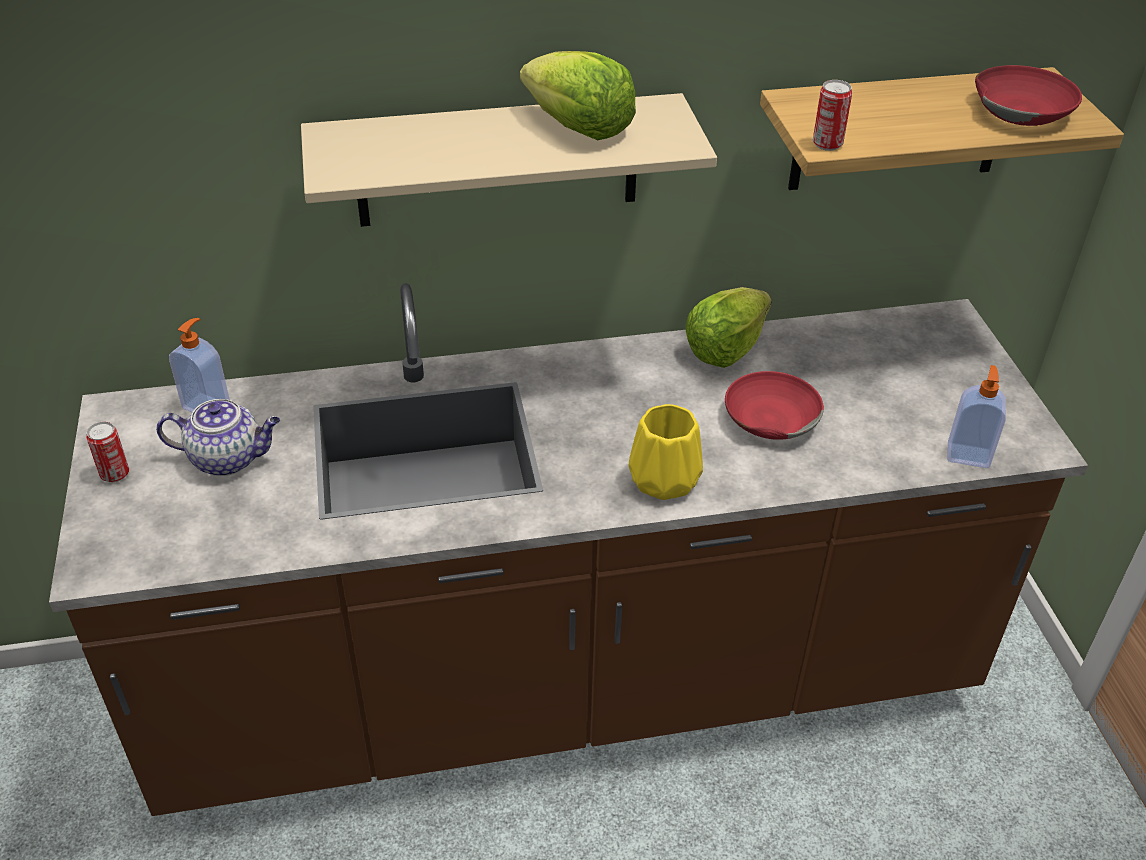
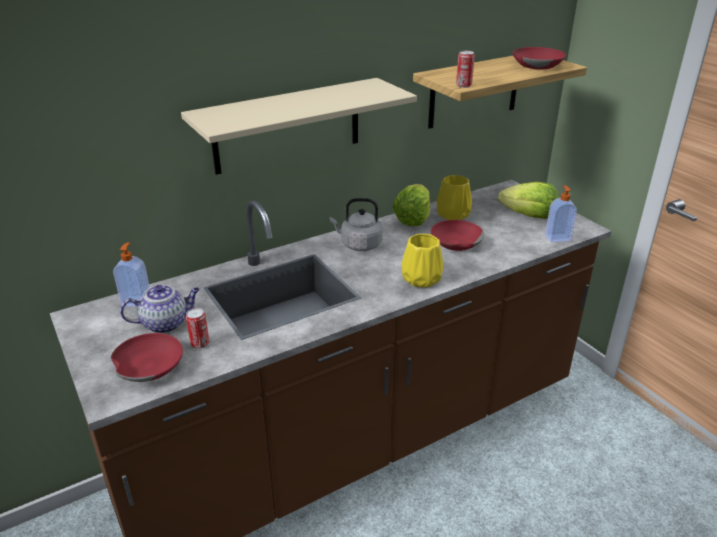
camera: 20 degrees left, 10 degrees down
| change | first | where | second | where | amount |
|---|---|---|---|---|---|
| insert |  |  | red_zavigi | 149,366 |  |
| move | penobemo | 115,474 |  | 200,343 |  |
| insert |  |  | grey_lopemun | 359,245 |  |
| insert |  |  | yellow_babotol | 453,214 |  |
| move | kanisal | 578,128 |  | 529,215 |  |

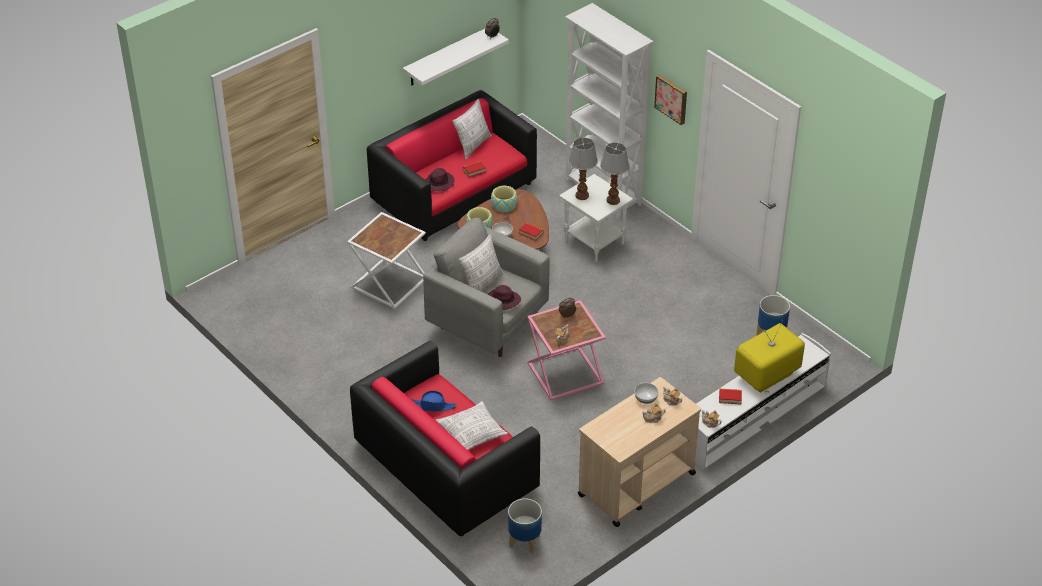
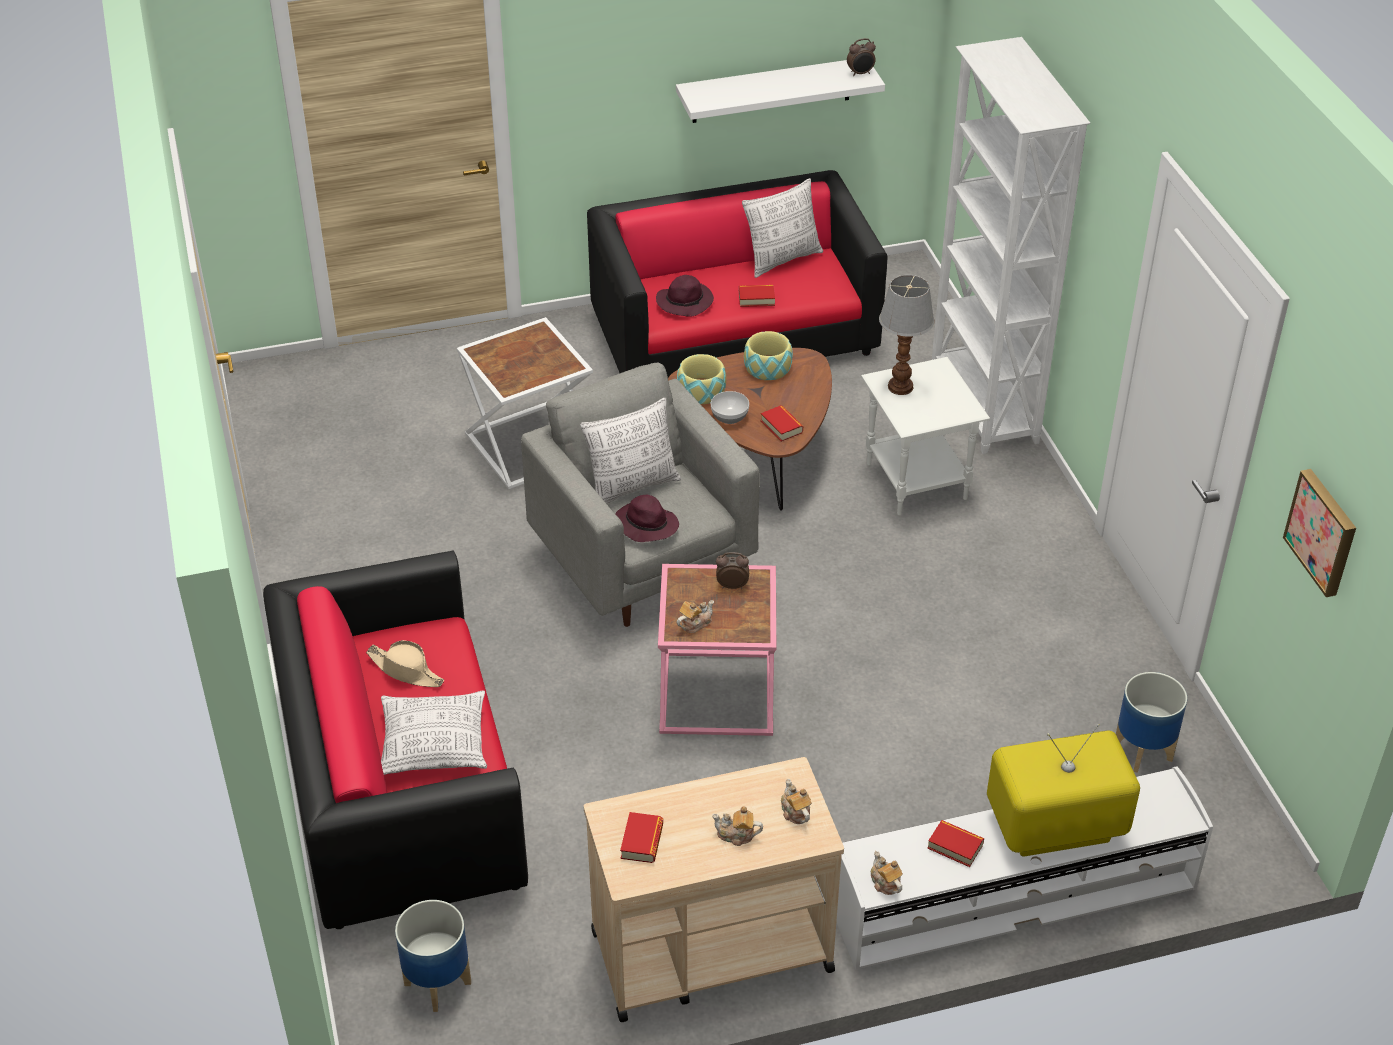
camera: 25 degrees right, 0 degrees up
| change | first | where | second | where | amount |
|---|---|---|---|---|---|
| recolor | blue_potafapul | 433,406 | beige_potafapul | 406,671 |  |
| insert |  |  | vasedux | 642,841 |  |
| move | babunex | 672,98 |  | 1323,531 |  |
| delete | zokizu | 613,201 |  |  |  |
| delete | zavigi | 646,399 |  |  |  |

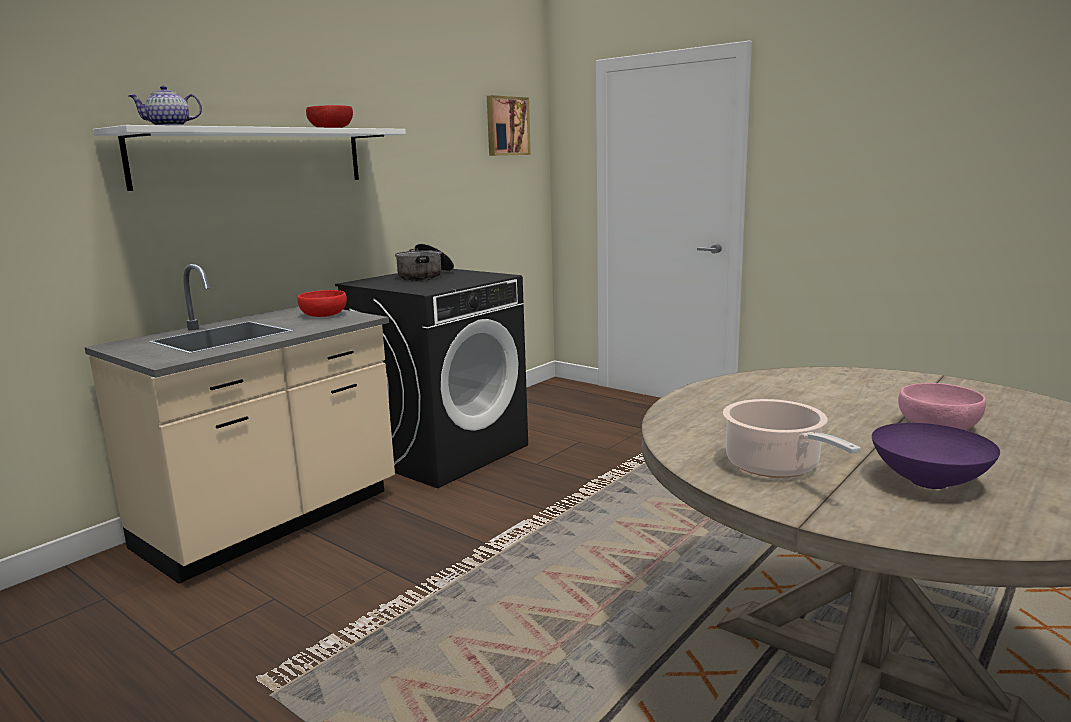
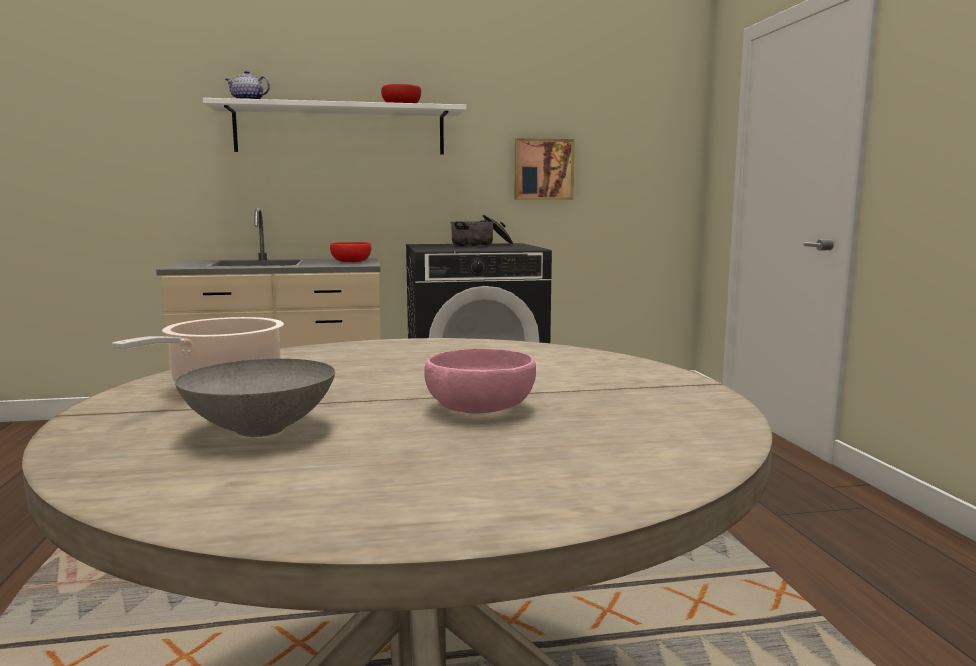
camera: 40 degrees right, 5 degrees down
| change | first | where | second | where | amount |
|---|---|---|---|---|---|
| recolor | purple_zavigi | 931,482 | grey_zavigi | 259,430 |  |
| move | babunex | 506,126 |  | 543,169 |  |

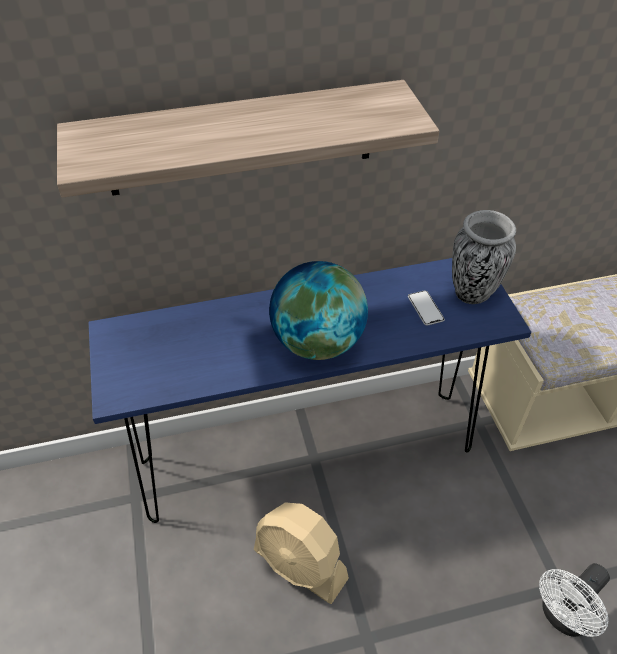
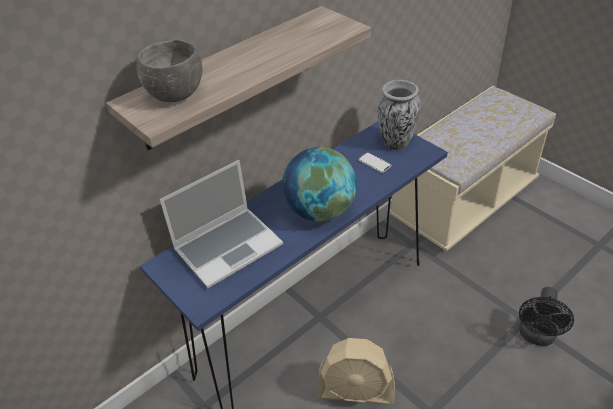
camera: 25 degrees left, 5 degrees down
| change | first | where | second | where | amount |
|---|---|---|---|---|---|
| insert |  |  | grey_zavigi | 175,95 |  |
| insert |  |  | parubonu | 228,246 |  |
| recolor | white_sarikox | 562,616 | black_sarikox | 537,336 |  |

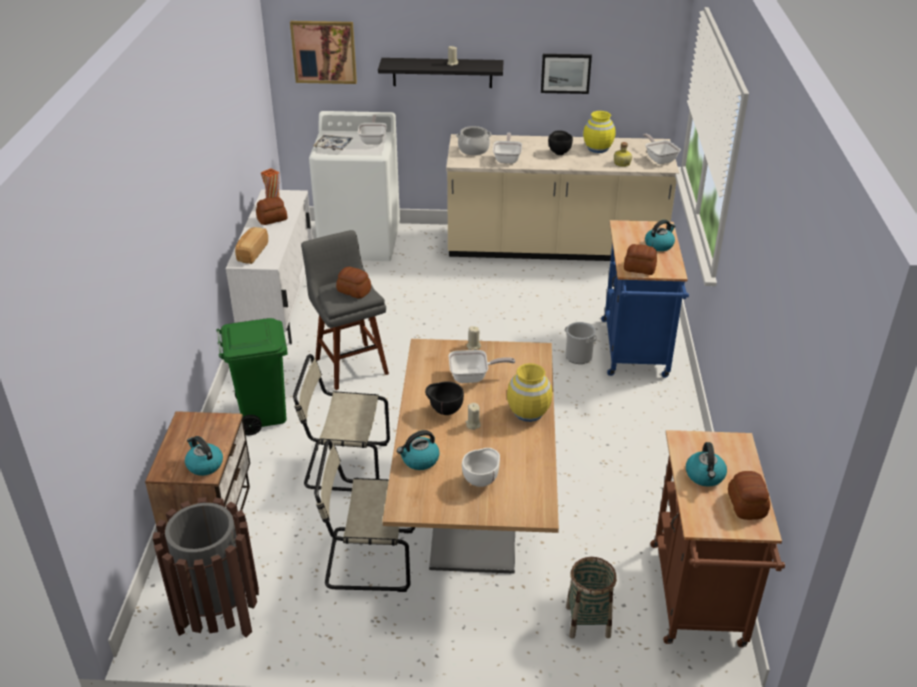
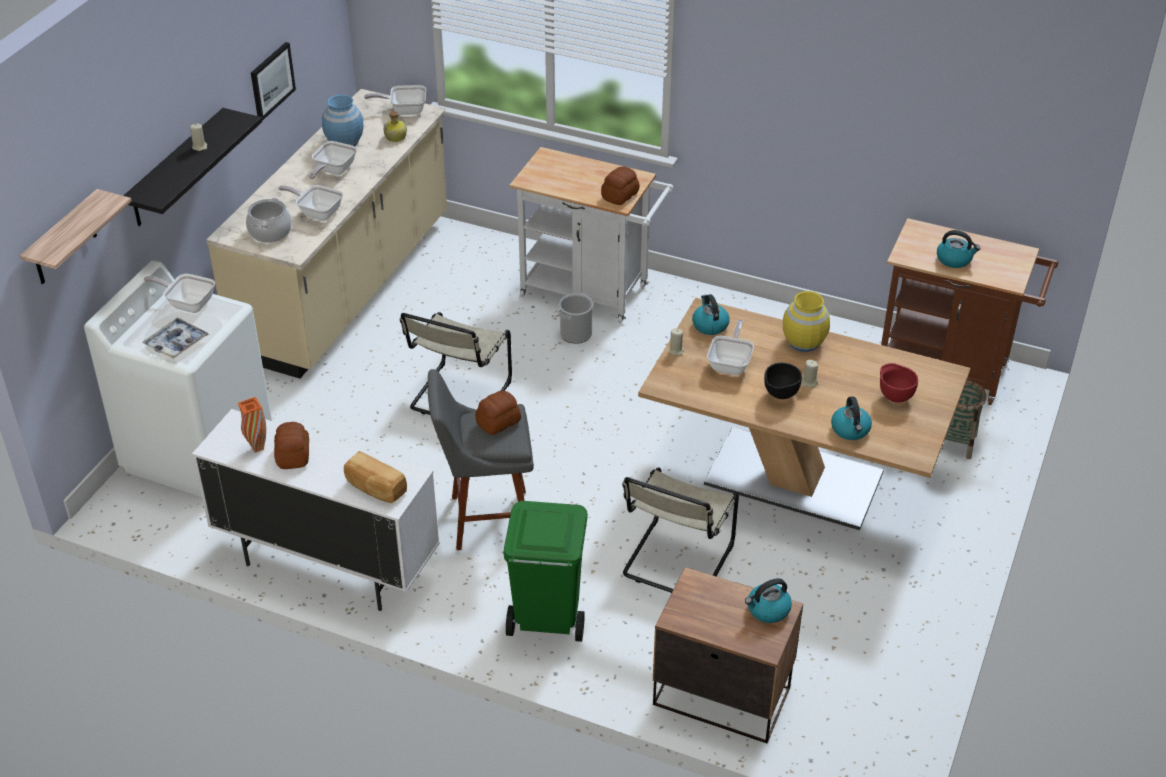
camera: 70 degrees left, 5 degrees up
| change | first | where | second | where | amount |
|---|---|---|---|---|---|
| replace | babunex | 324,52 | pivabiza | 64,240 |  |
| replace | black_zavigi | 559,153 | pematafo | 333,171 |  |
| recolor | yellow_babotol | 598,148 | blue_babotol | 344,141 |  |
| move | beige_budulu | 367,559 |  | 459,397 |  |
| recolor | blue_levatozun | 635,352 | white_levatozun | 591,293 |  |
| move | lopemun | 659,245 |  | 709,325 |  |
| recolor | white_zavigi | 481,481 | red_zavigi | 894,397 |  |
| delete | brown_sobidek | 218,614 |  |  |  |
| delete | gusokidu | 747,504 |  |  |  |

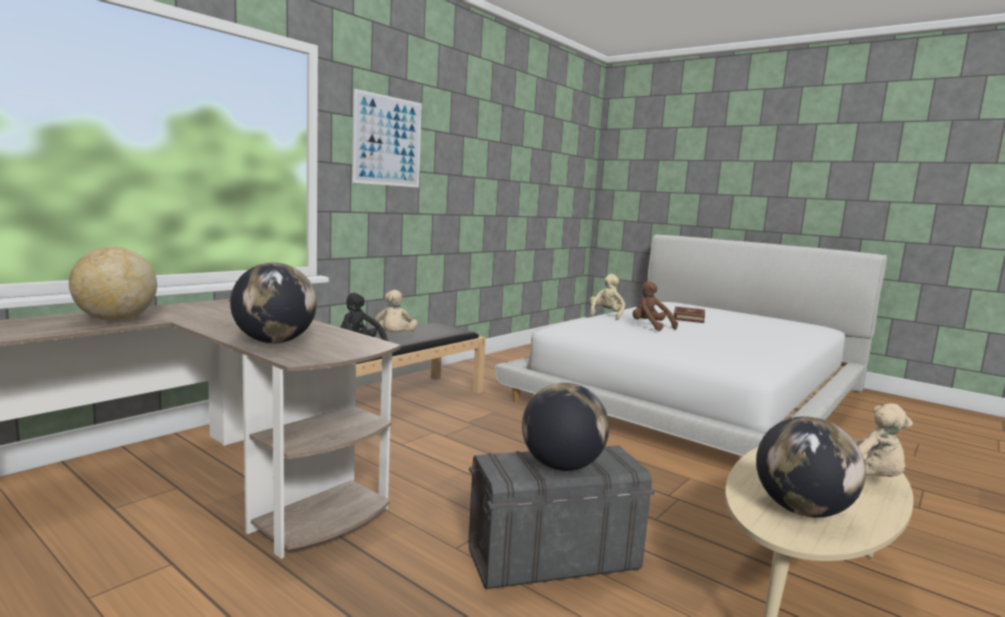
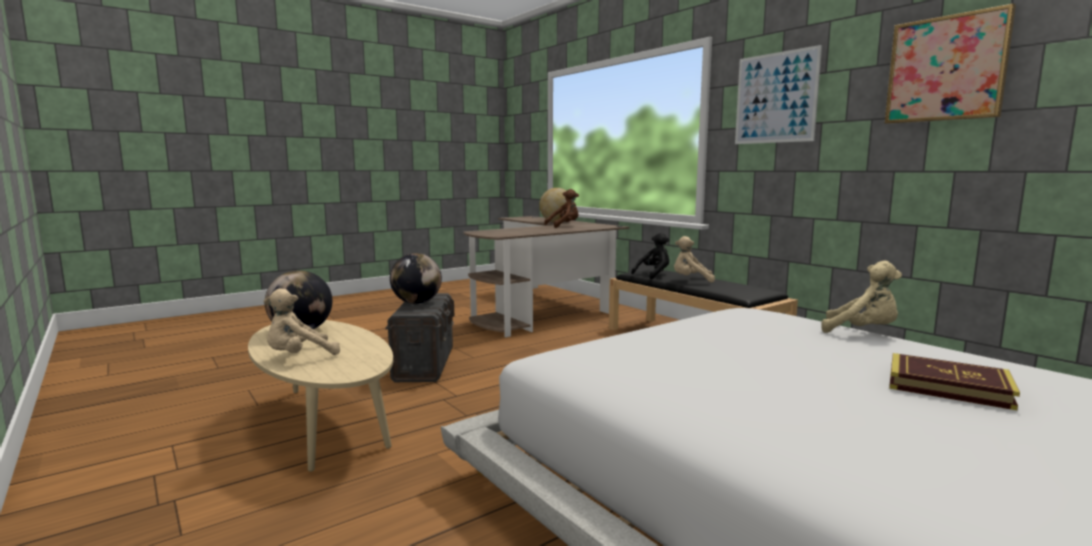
camera: 105 degrees right, 0 degrees up
| change | first | where | second | where | amount |
|---|---|---|---|---|---|
| move | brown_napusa | 650,327 |  | 564,226 |  |
| insert |  |  | babunex | 946,69 |  |
| delete | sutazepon | 275,342 |  |  |  |

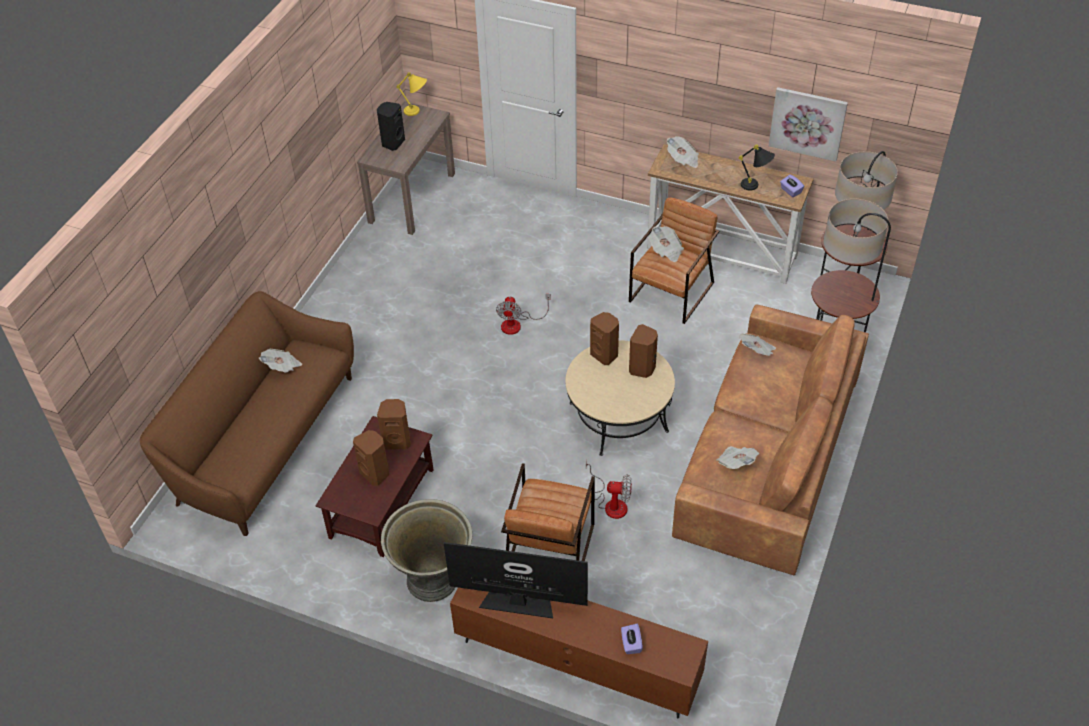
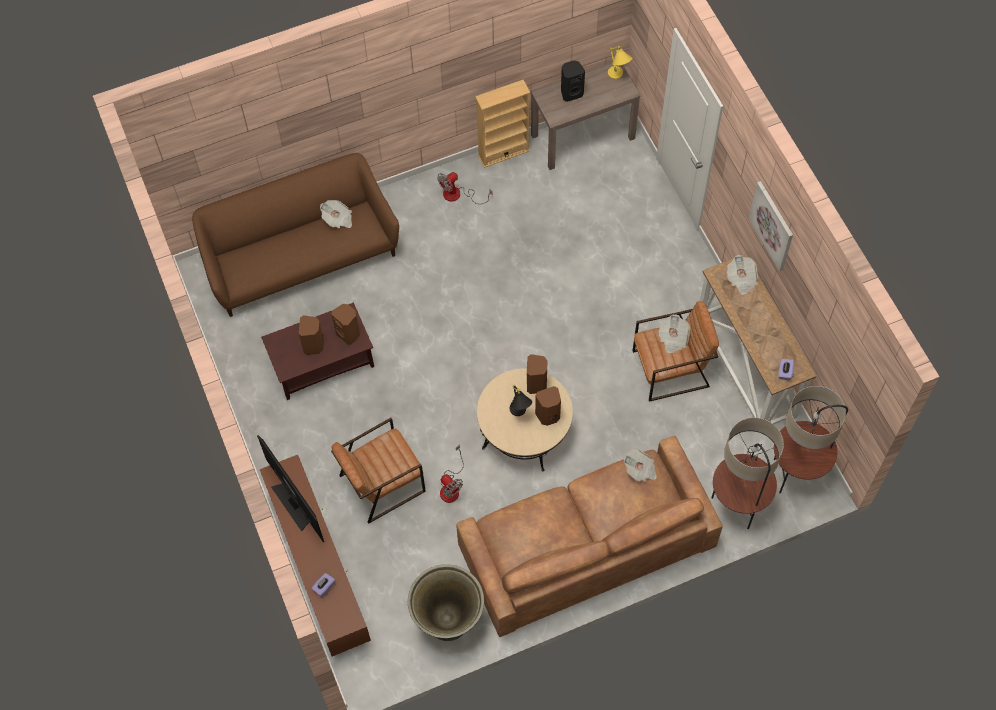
camera: 45 degrees right, 15 degrees up
| change | first | where | second | where | amount |
|---|---|---|---|---|---|
| move | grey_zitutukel | 433,580 |  | 448,621 |  |
| move | sarikox | 517,324 |  | 458,195 |  |
| insert |  |  | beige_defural | 503,153 |  |
| move | black_zokizu | 755,186 |  | 519,414 |  |
| move | babunex | 807,123 |  | 772,225 |  |
| delete | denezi | 736,463 |  |  |  |

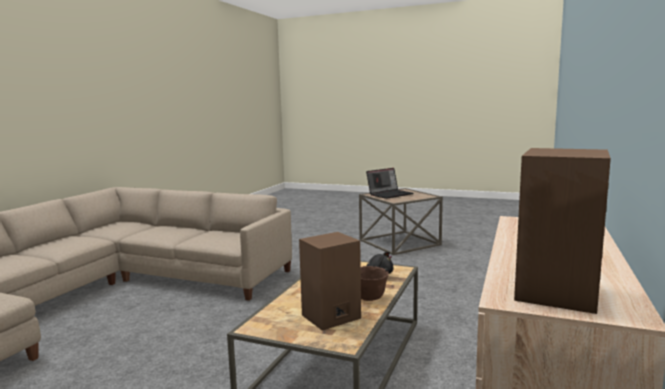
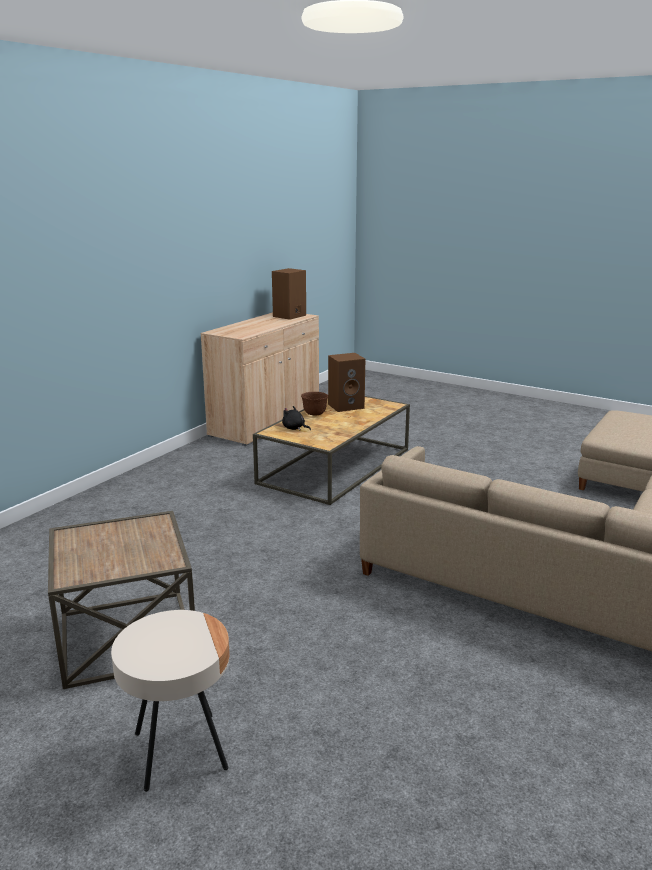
camera: 170 degrees left, 10 degrees up
| change | first | where | second | where | amount |
|---|---|---|---|---|---|
| insert |  |  | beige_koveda | 180,751 |  |
| delete | parubonu | 390,194 |  |  |  |

